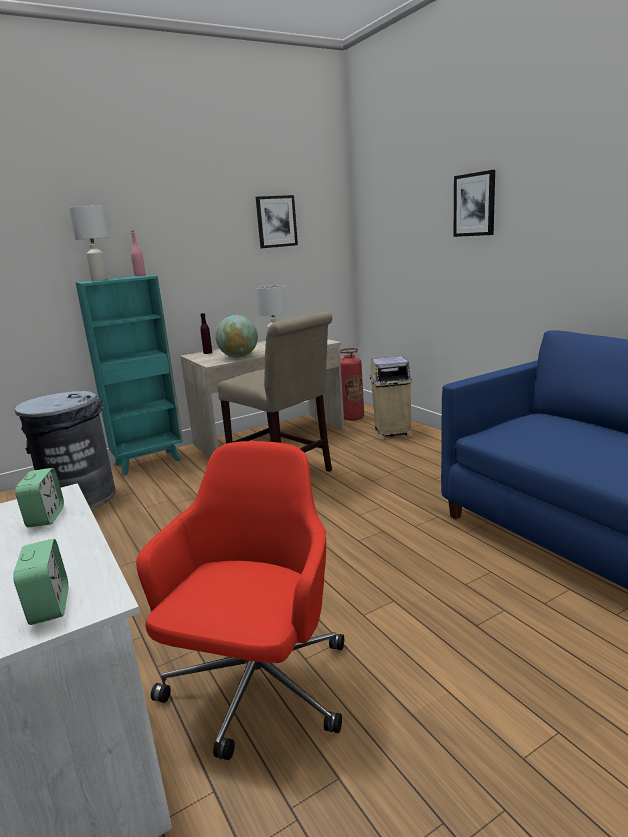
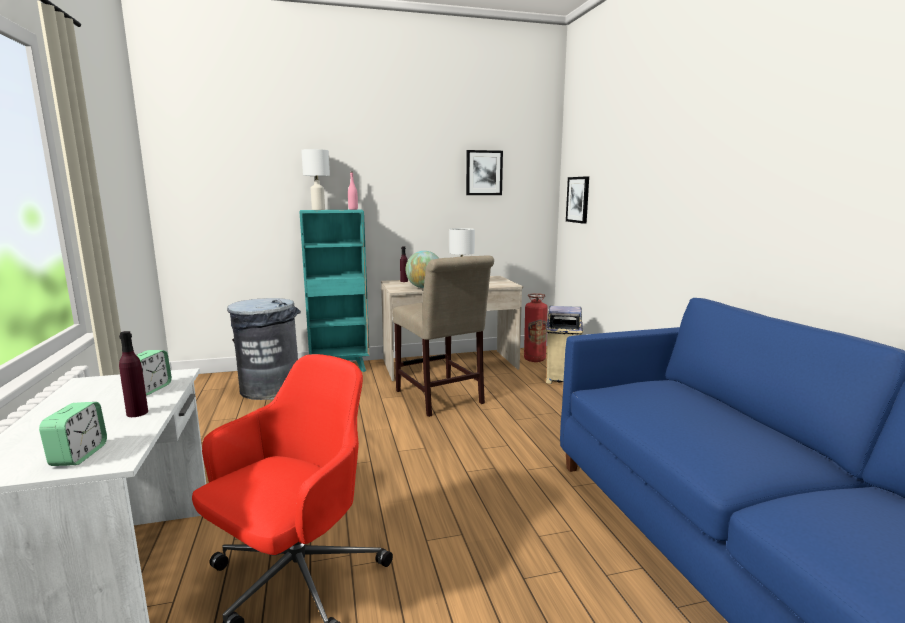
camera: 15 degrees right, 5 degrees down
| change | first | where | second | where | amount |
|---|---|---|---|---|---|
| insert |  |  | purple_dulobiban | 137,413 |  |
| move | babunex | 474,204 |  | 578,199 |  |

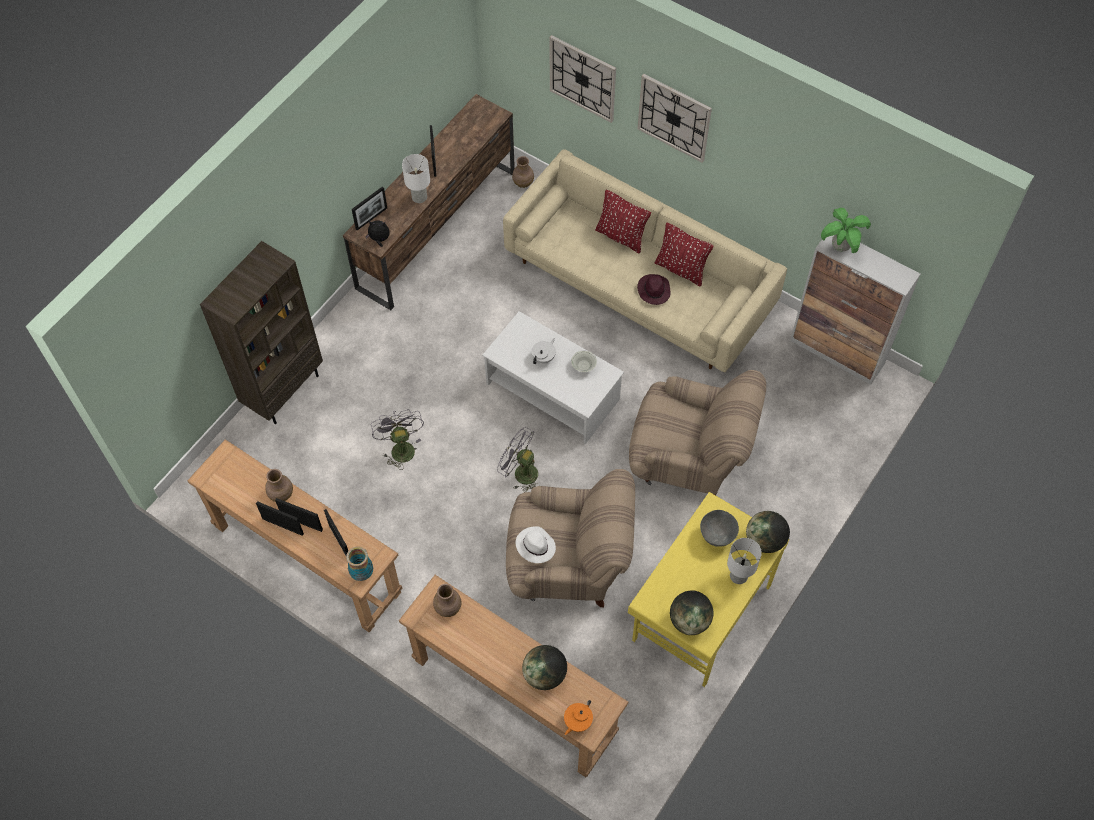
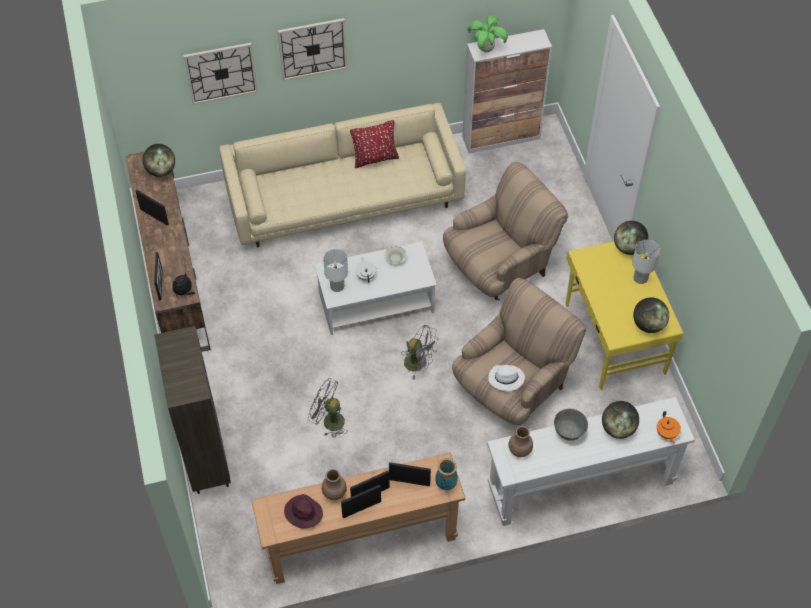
camera: 50 degrees left, 5 degrees down
| change | first | where | second | where | amount |
|---|---|---|---|---|---|
| insert |  |  | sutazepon | 161,171 |  |
| move | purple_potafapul | 653,290 |  | 303,512 |  |
| move | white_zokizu | 419,197 |  | 337,286 |  |
| rotate | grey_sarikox | 520,472 |  | 419,364 | 135 degrees counterclockwise |
| recolor | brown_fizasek | 514,696 | white_fizasek | 580,484 |  |
| move | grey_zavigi | 717,536 |  | 569,432 |  |
| delete | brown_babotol | 523,182 |  |  |  |
| delete | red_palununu | 621,237 |  |  |  |

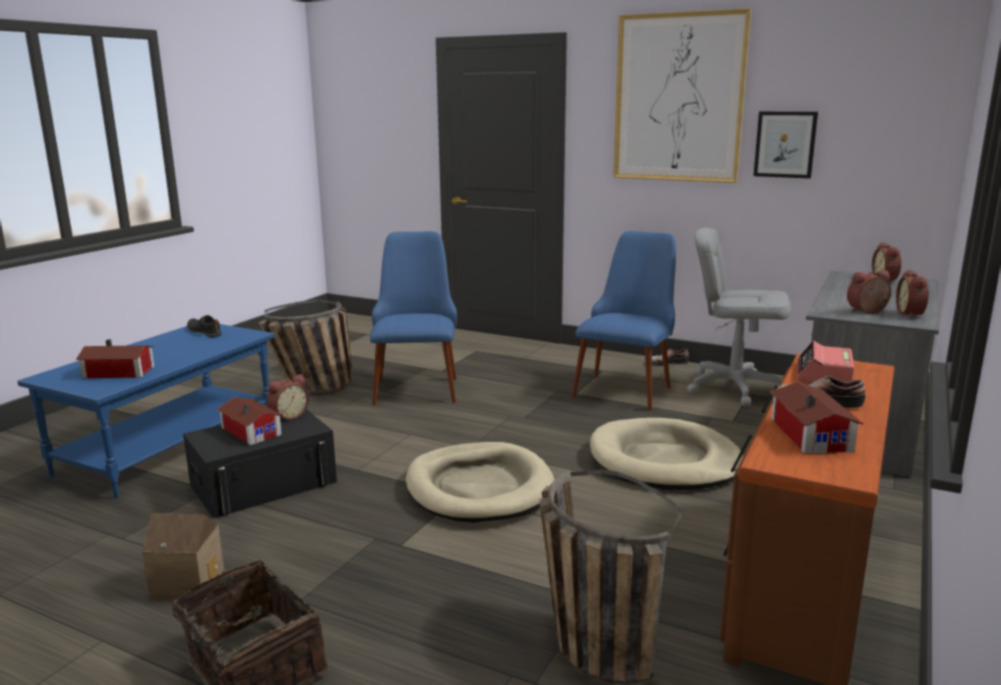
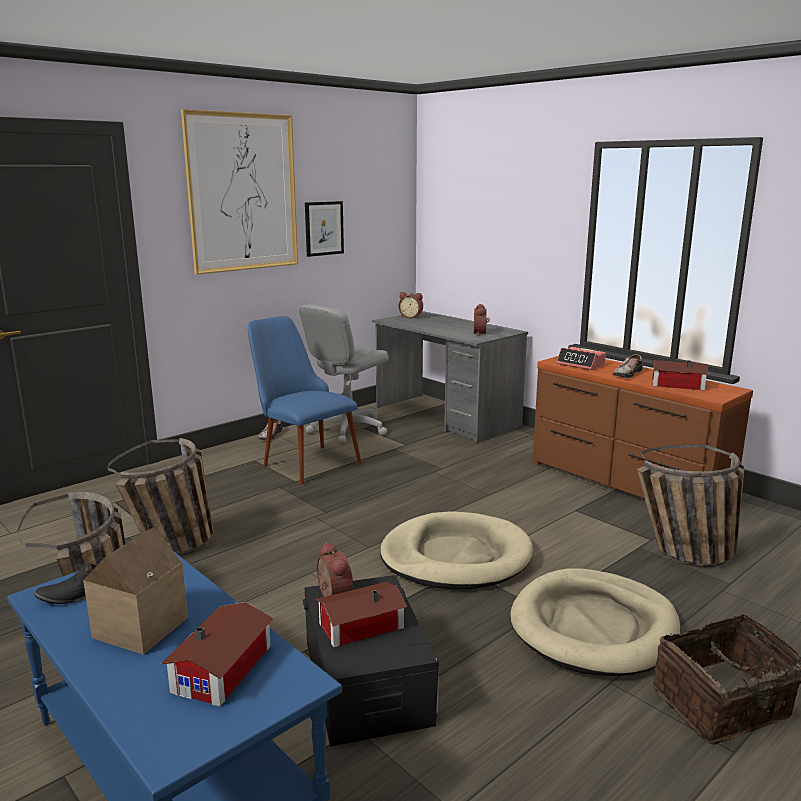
camera: 70 degrees left, 0 degrees up
| change | first | where | second | where | amount |
|---|---|---|---|---|---|
| move | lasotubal | 188,582 |  | 136,627 |  |
| replace | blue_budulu | 416,385 | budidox | 175,550 |  |
| move | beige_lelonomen | 664,461 |  | 594,627 |  |
| delete | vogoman | 911,314 |  |  |  |

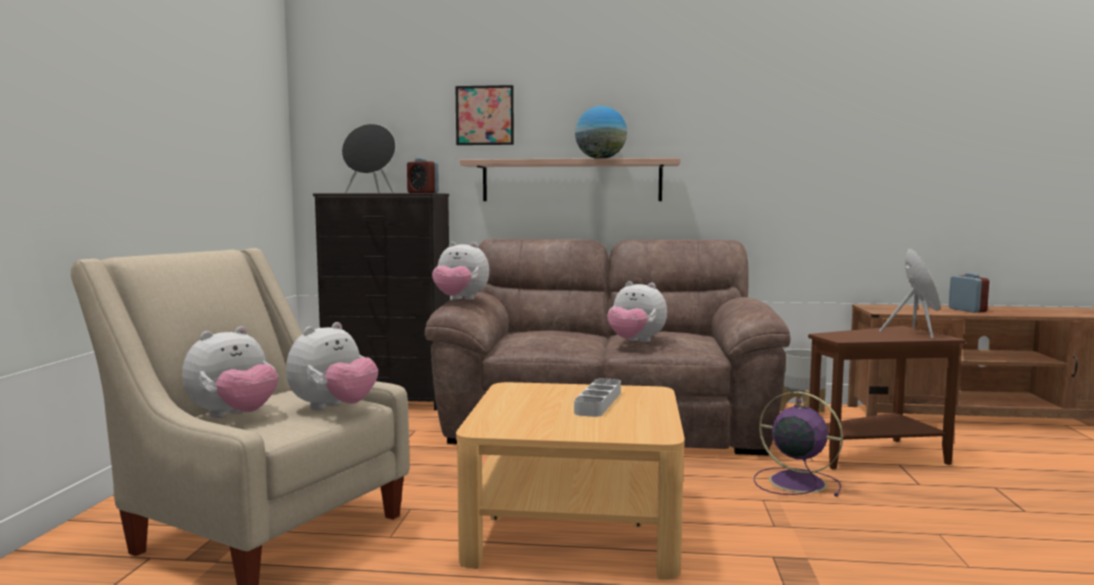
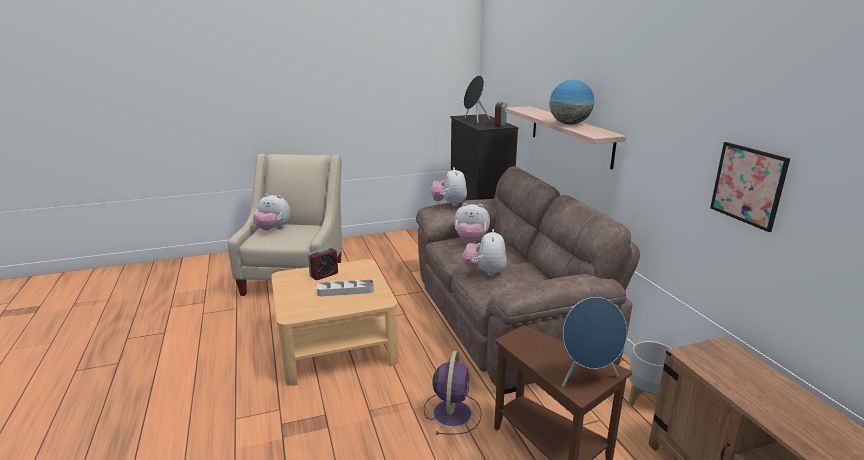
camera: 65 degrees right, 15 degrees up
| change | first | where | second | where | amount |
|---|---|---|---|---|---|
| move | vogoman | 967,310 |  | 324,275 |  |
| move | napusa | 333,408 |  | 470,241 |  |
| move | babunex | 484,115 |  | 748,185 |  |

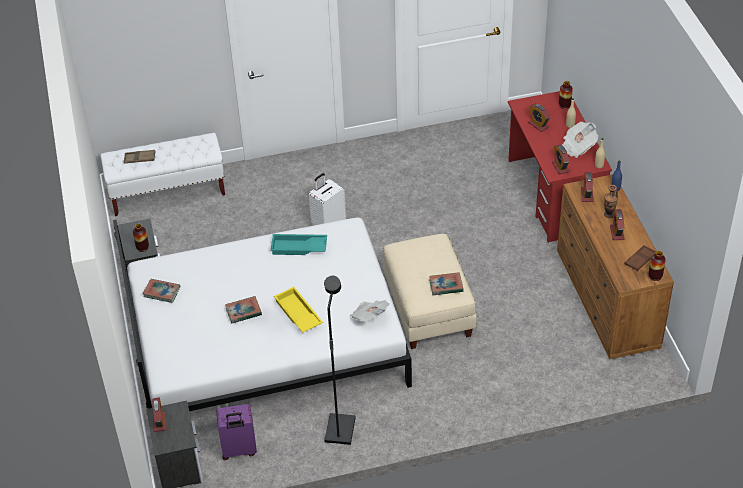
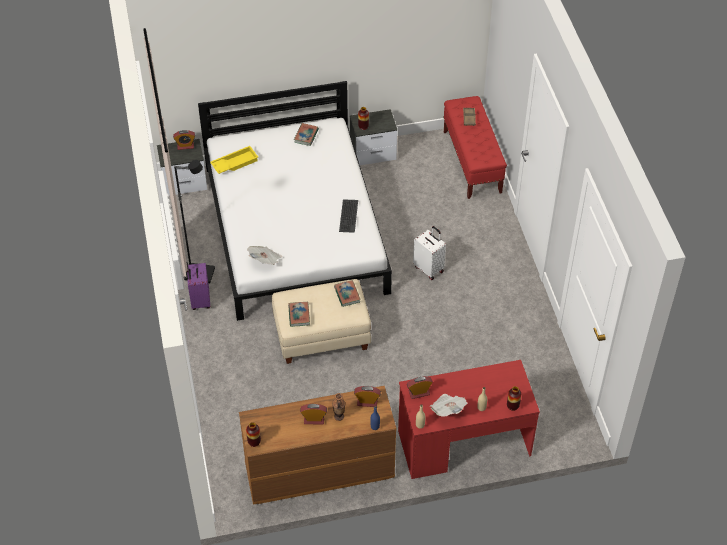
camera: 90 degrees right, 5 degrees up
| change | first | where | second | where | amount |
|---|---|---|---|---|---|
| move | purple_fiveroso | 239,450 |  | 199,300 |  |
| move | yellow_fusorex | 297,314 |  | 234,163 |  |
| move | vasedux | 243,312 |  | 347,295 |  |
| replace | turquoise_fusorex | 298,248 | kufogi | 348,216 |  |
| recolor | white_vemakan | 168,192 | red_vemakan | 472,162 |  |
| delete | vogoman | 538,125 |  |  |  |
| delete | brown_fusorex | 640,260 |  |  |  |

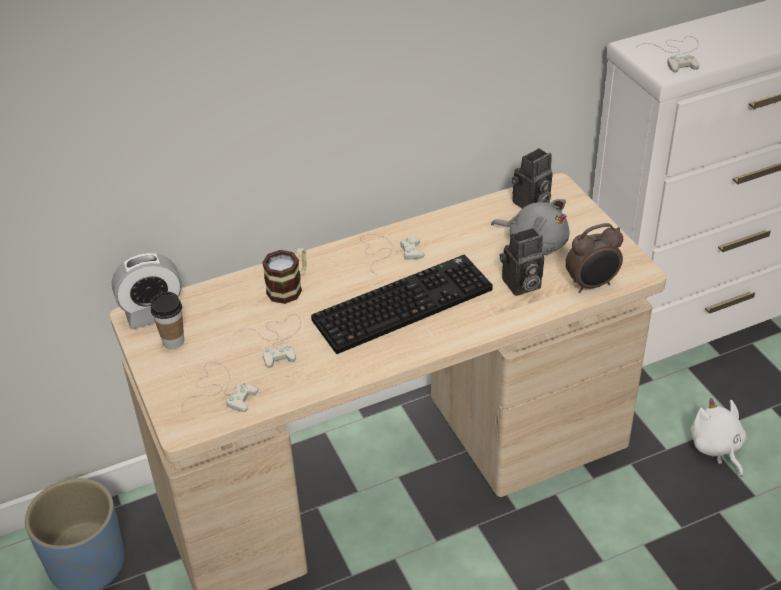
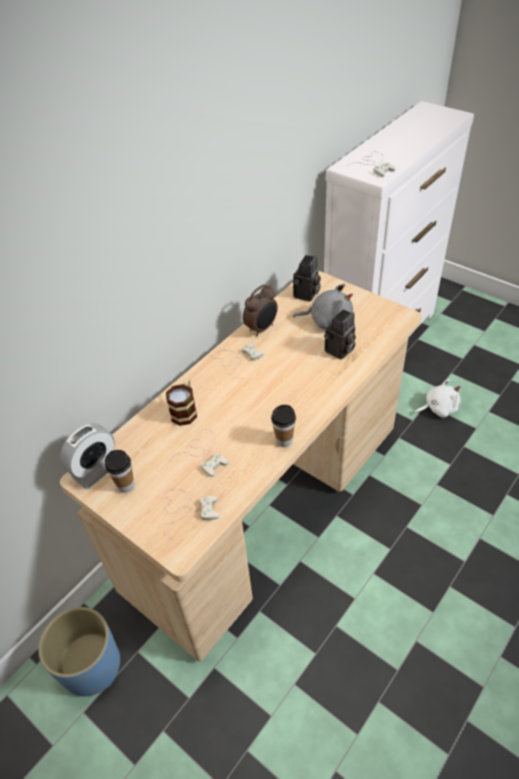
camera: 25 degrees left, 5 degrees up
| change | first | where | second | where | amount |
|---|---|---|---|---|---|
| move | vogoman | 592,285 |  | 262,328 |  |
| insert |  |  | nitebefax | 284,440 |  |
| rotate | white_napusa | 716,448 |  | 438,408 | 120 degrees clockwise |
| delete | kufogi | 403,303 |  |  |  |

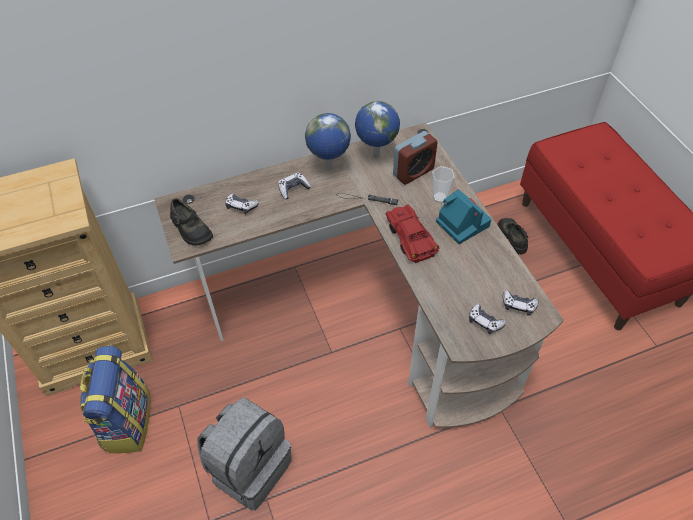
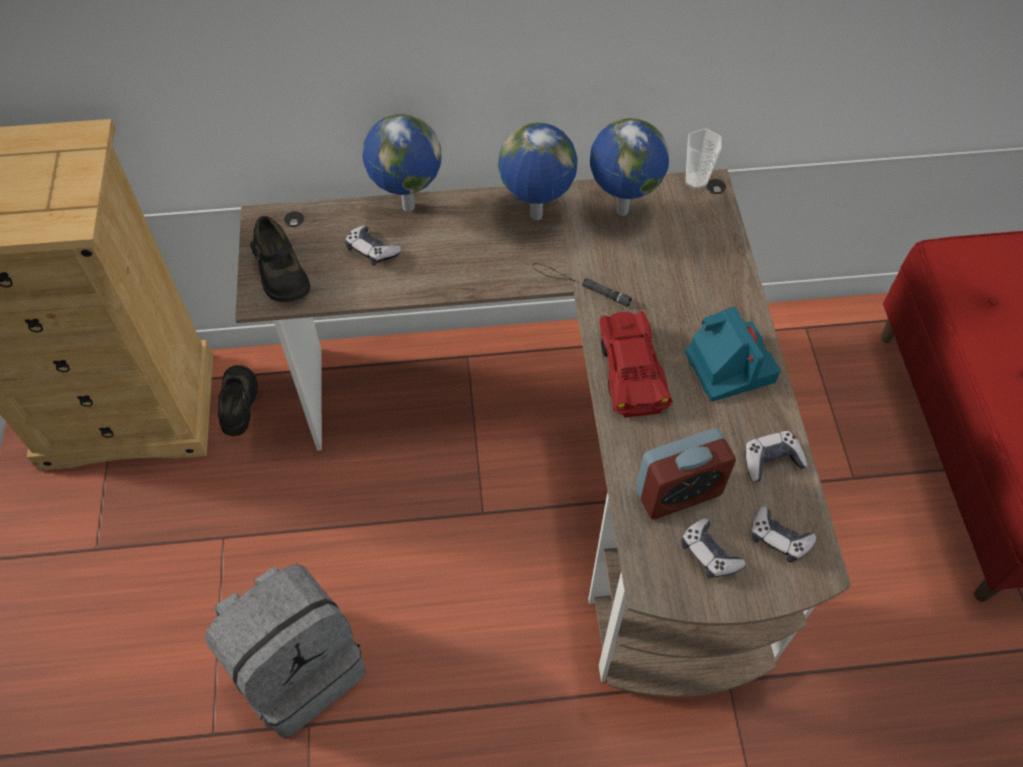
camera: 15 degrees right, 5 degrees up
| change | first | where | second | where | amount |
|---|---|---|---|---|---|
| move | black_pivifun | 512,237 |  | 239,402 |  |
| insert |  |  | sutazepon | 407,207 |  |
| move | vogoman | 413,172 |  | 678,492 |  |
| move | nitebefax | 440,197 |  | 696,180 |  |
| move | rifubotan | 293,189 |  | 771,460 |  |
| delete | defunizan | 126,421 |  |  |  |

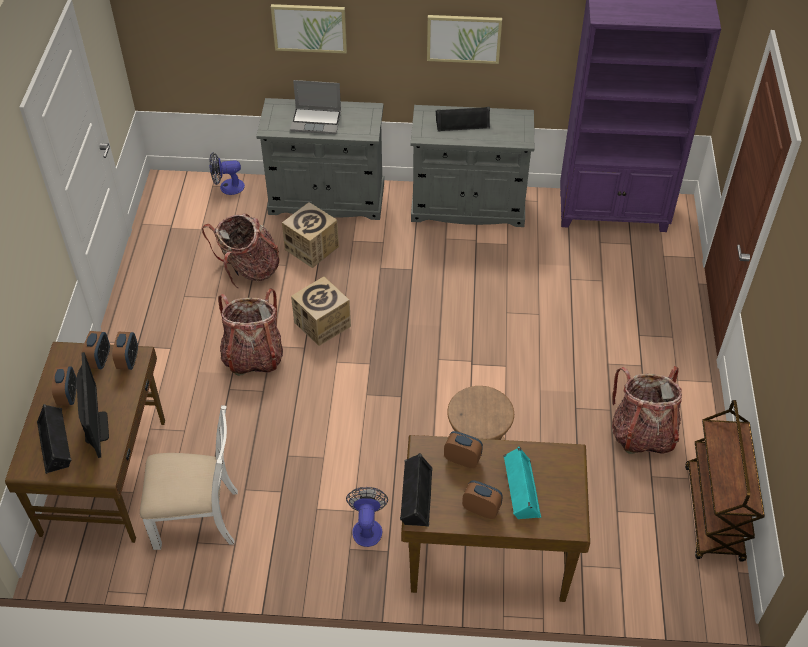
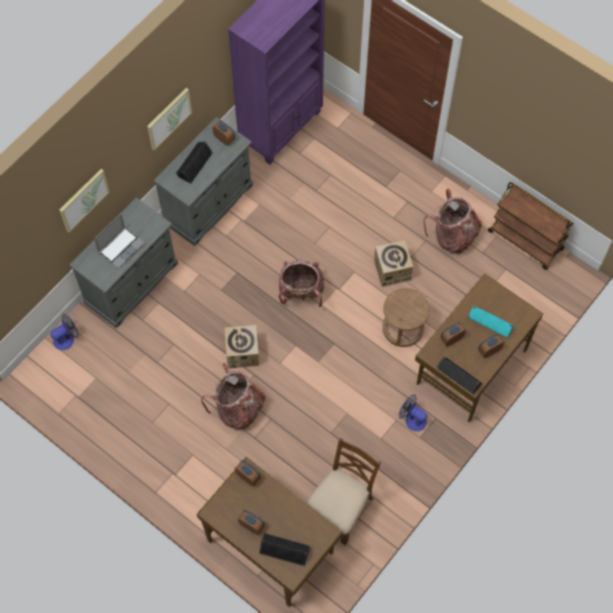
camera: 55 degrees left, 15 degrees up
| change | first | where | second | where | amount |
|---|---|---|---|---|---|
| rotate | sarikox | 227,187 |  | 67,338 | 150 degrees counterclockwise |
| move | vogoman | 99,360 |  | 224,139 |  |
| move | defunizan | 249,269 |  | 301,292 |  |
| recolor | white_budulu | 197,518 | brown_budulu | 340,508 |  |
| move | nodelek | 311,248 |  | 392,270 |  |
| delete | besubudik | 96,427 |  |  |  |

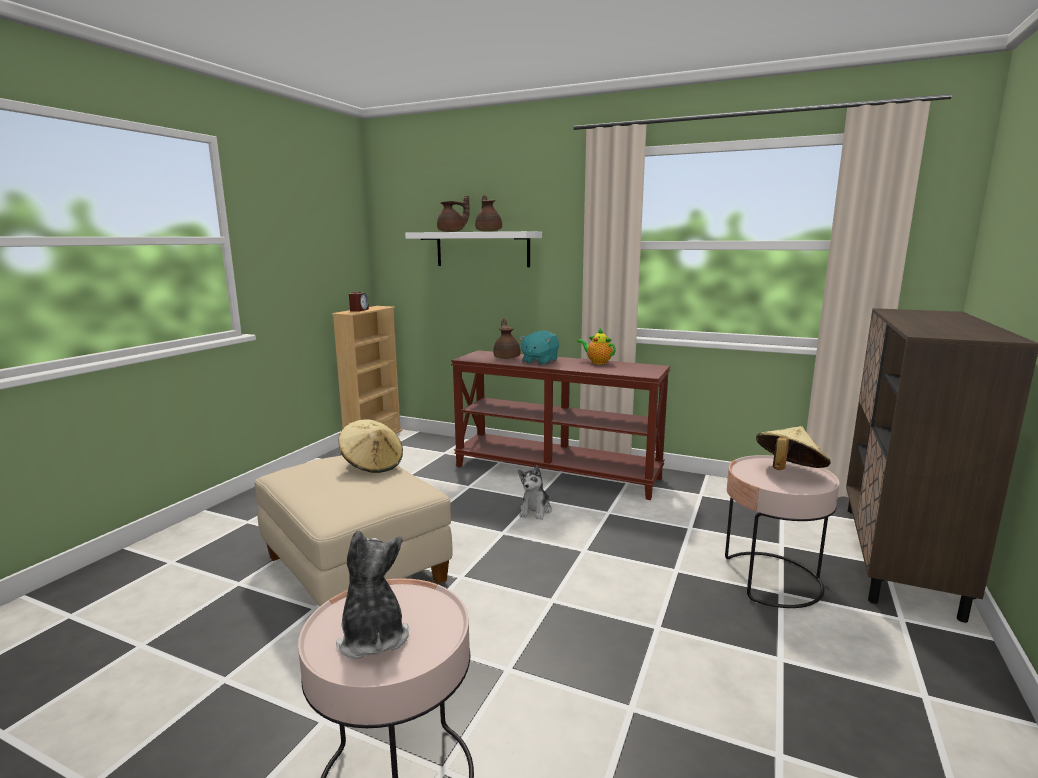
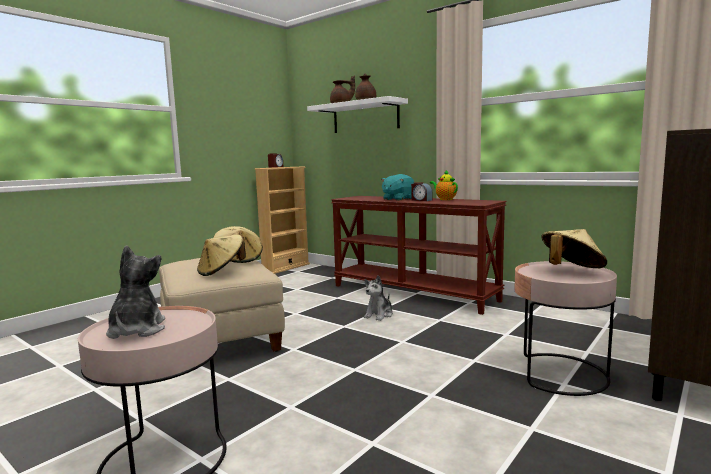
camera: 15 degrees right, 5 degrees down
| change | first | where | second | where | amount |
|---|---|---|---|---|---|
| insert |  |  | beige_potafapul | 222,271 |  |
| insert |  |  | vogoman | 421,200 |  |
| delete | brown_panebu | 507,357 |  |  |  |

